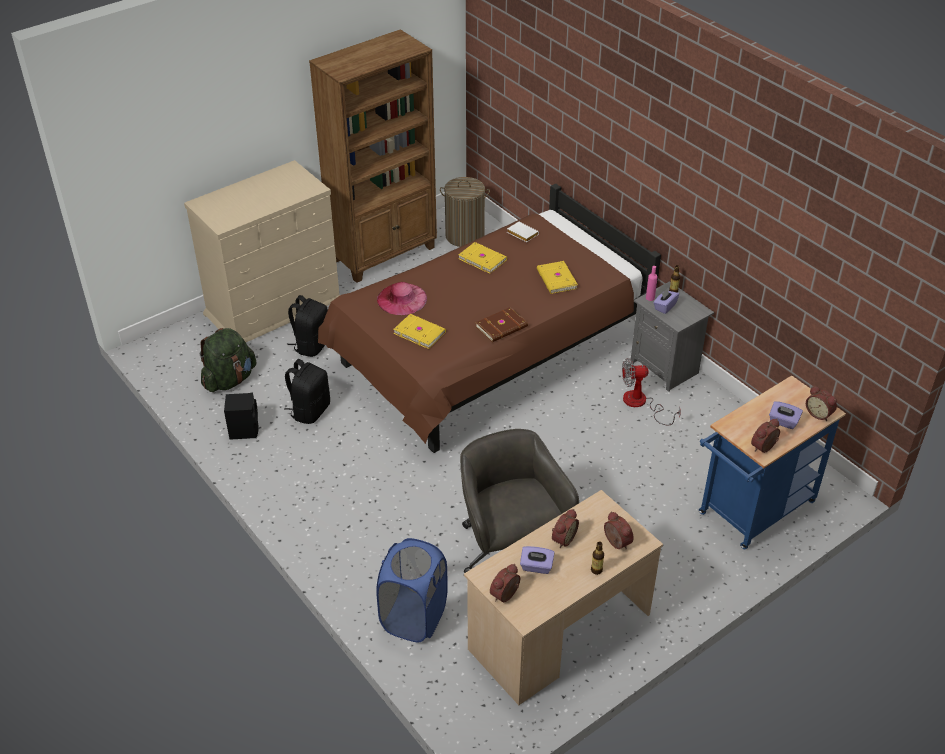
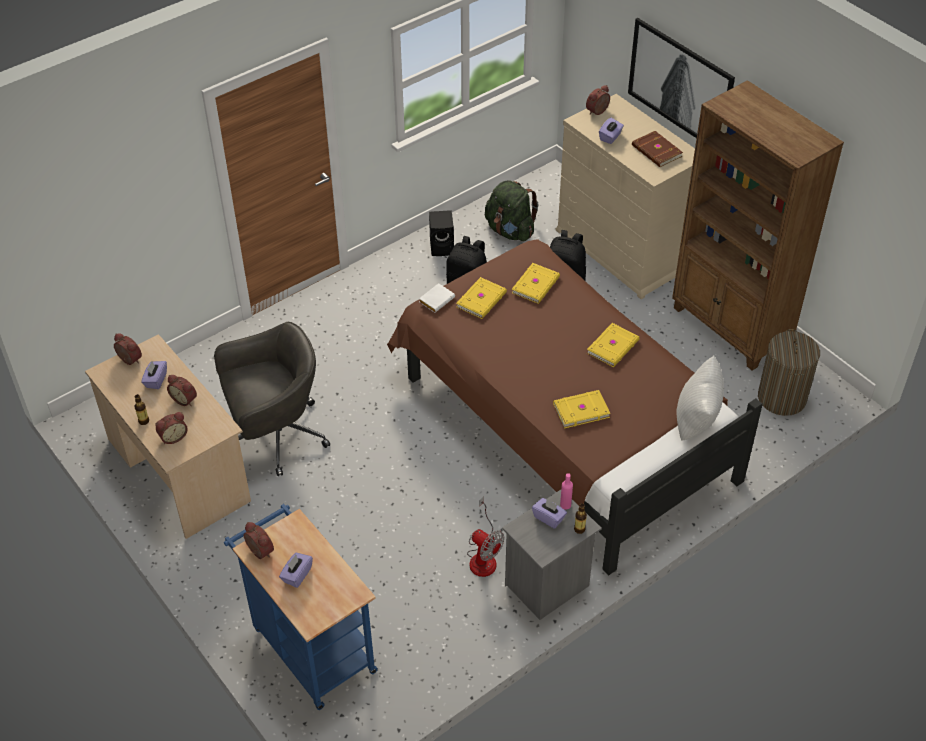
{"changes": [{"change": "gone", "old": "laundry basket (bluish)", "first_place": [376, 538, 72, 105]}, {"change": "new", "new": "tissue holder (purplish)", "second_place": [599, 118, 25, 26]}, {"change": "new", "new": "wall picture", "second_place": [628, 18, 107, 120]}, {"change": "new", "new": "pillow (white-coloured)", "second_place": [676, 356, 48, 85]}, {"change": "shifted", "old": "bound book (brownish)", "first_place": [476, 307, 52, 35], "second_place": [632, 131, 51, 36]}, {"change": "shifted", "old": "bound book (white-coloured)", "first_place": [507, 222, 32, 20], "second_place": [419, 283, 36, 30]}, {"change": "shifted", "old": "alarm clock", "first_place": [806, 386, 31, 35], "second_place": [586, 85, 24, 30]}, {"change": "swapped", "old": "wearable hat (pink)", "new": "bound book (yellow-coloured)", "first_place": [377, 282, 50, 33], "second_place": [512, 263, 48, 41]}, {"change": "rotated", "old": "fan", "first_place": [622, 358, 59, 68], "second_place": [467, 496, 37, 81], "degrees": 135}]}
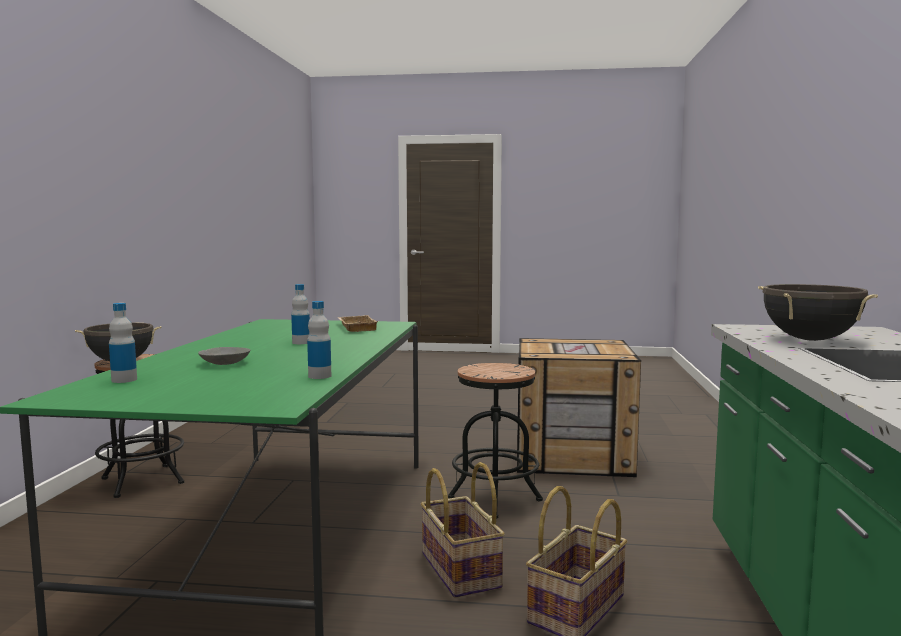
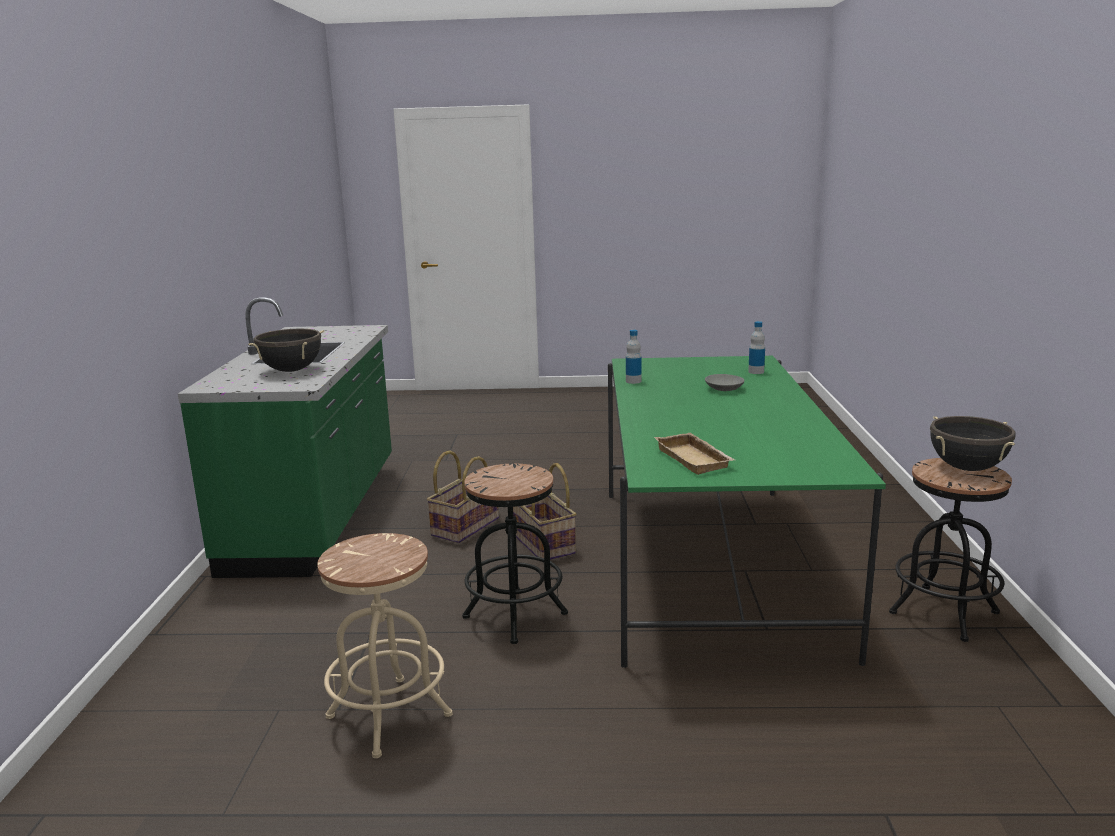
{"changes": [{"change": "gone", "old": "beverage bottle", "first_place": [291, 284, 19, 60]}, {"change": "swapped", "old": "packing crate", "new": "stool (beige-coloured)", "first_place": [517, 338, 124, 139], "second_place": [317, 533, 136, 225]}]}
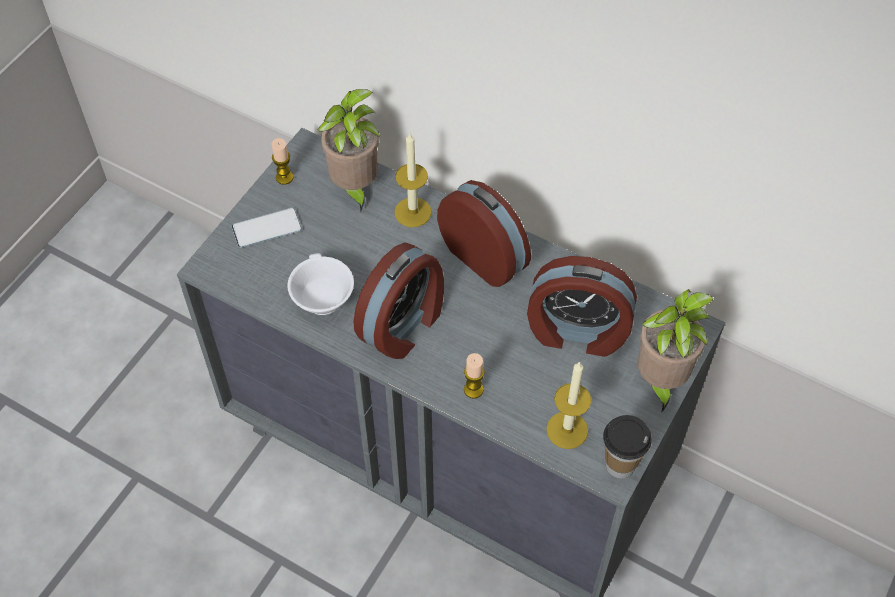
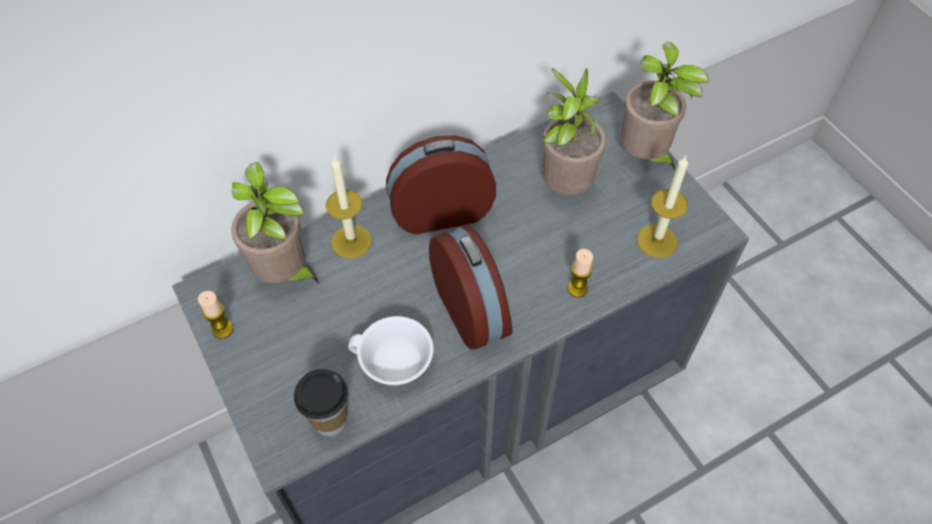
{"changes": [{"change": "gone", "old": "phone", "first_place": [231, 208, 71, 40]}, {"change": "shifted", "old": "cup", "first_place": [603, 415, 49, 63], "second_place": [294, 369, 54, 67]}, {"change": "swapped", "old": "alarm clock", "new": "potted plant", "first_place": [527, 256, 110, 101], "second_place": [542, 67, 64, 128]}]}
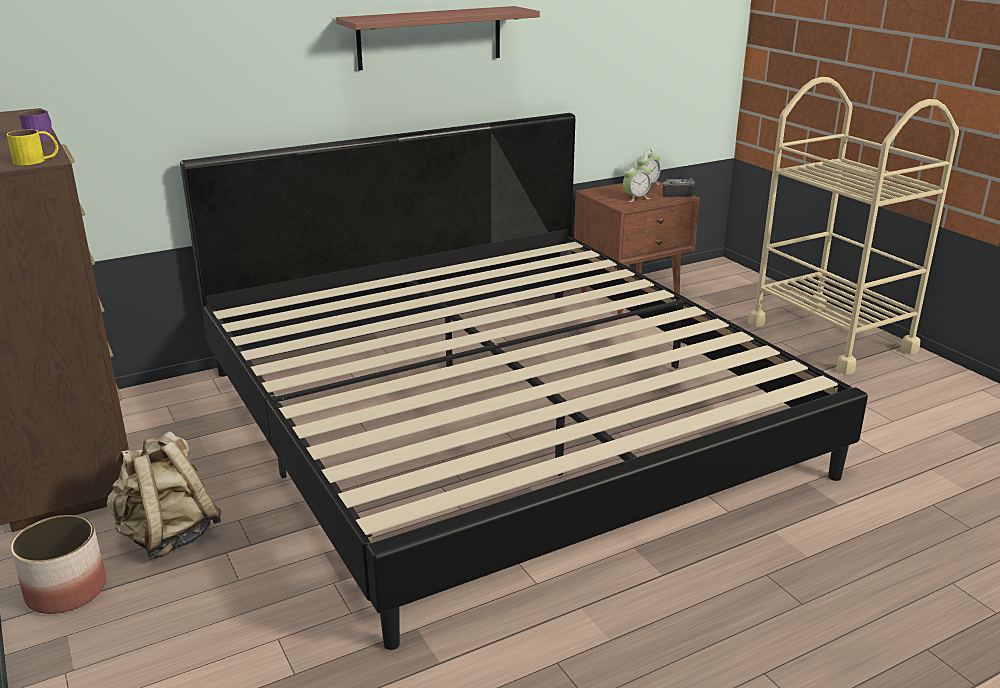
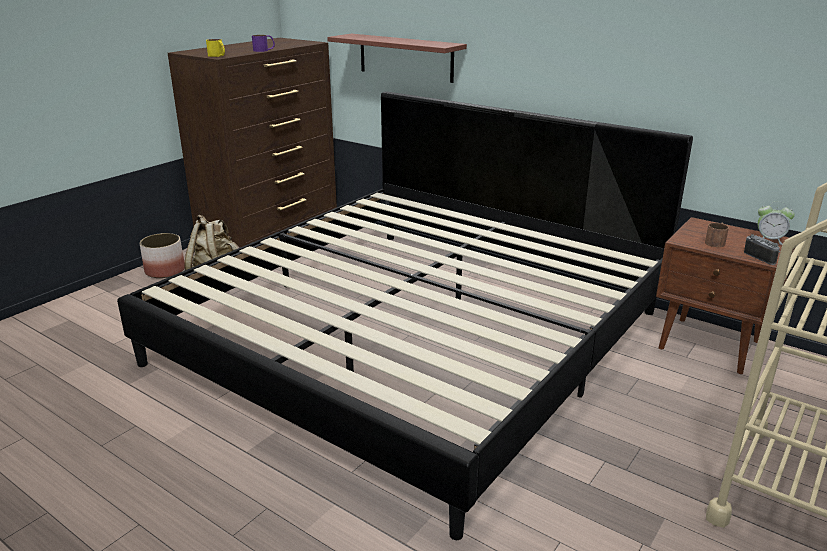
{"changes": [{"change": "shifted", "old": "wall shelf", "first_place": [336, 6, 204, 64], "second_place": [327, 34, 140, 49]}, {"change": "swapped", "old": "alarm clock", "new": "coffee mug (brownish)", "first_place": [623, 161, 28, 41], "second_place": [705, 223, 24, 24]}]}
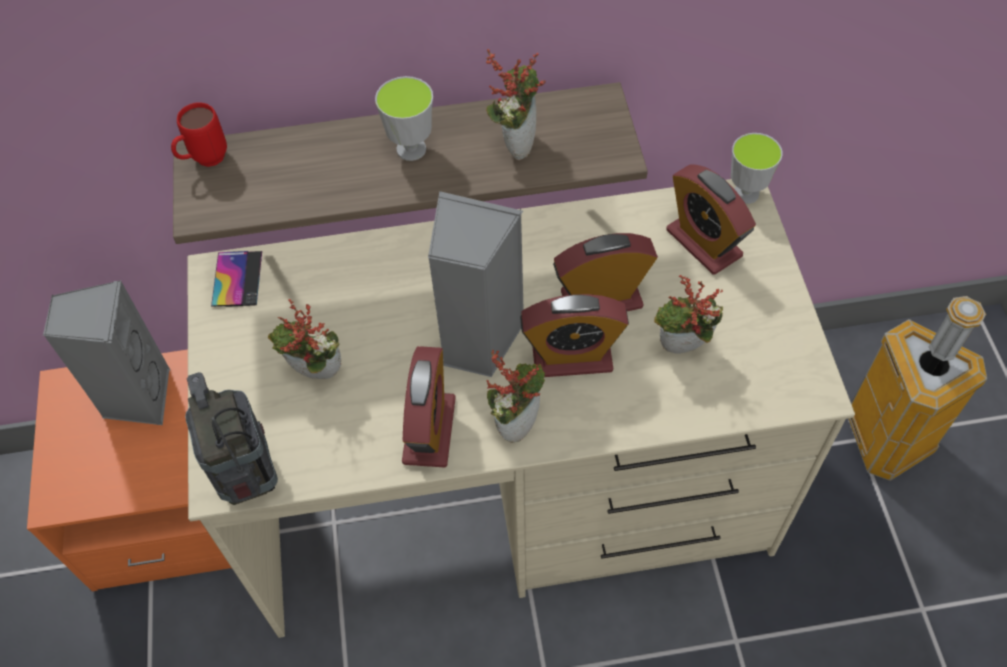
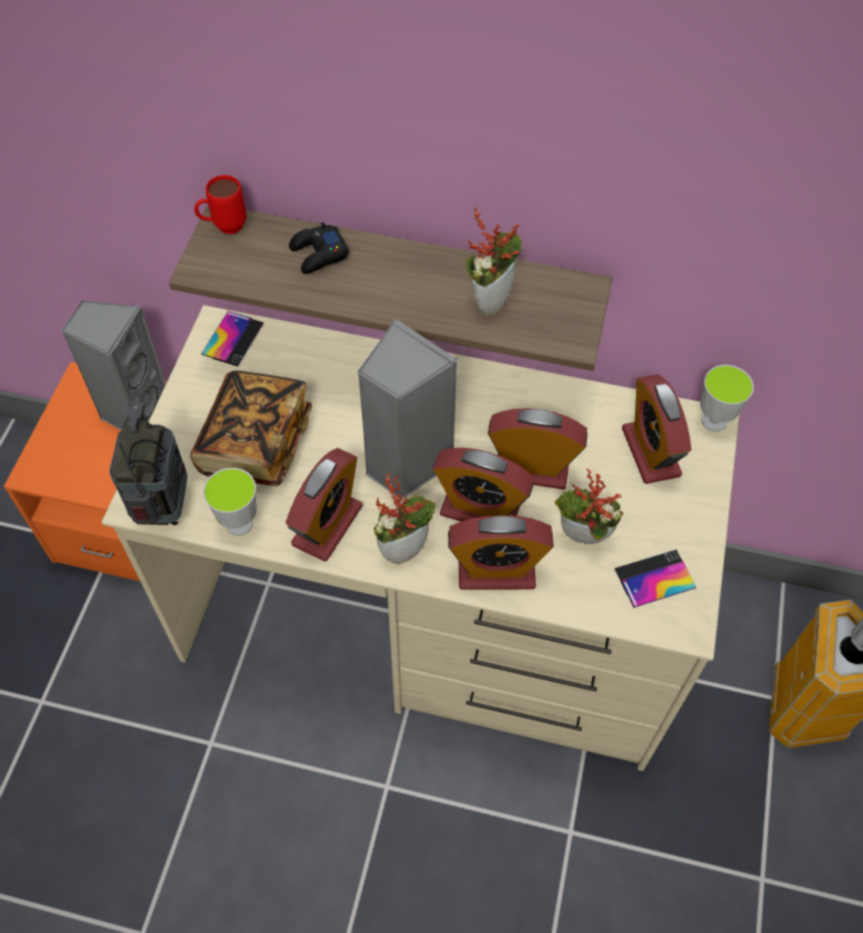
{"changes": [{"change": "new", "new": "gamepad (black)", "second_place": [289, 222, 60, 52]}, {"change": "new", "new": "alarm clock", "second_place": [448, 515, 106, 75]}, {"change": "new", "new": "phone", "second_place": [615, 550, 81, 58]}, {"change": "shifted", "old": "cup", "first_place": [375, 76, 58, 85], "second_place": [203, 468, 54, 68]}, {"change": "swapped", "old": "potted plant", "new": "bound book", "first_place": [268, 299, 73, 80], "second_place": [190, 370, 122, 116]}]}
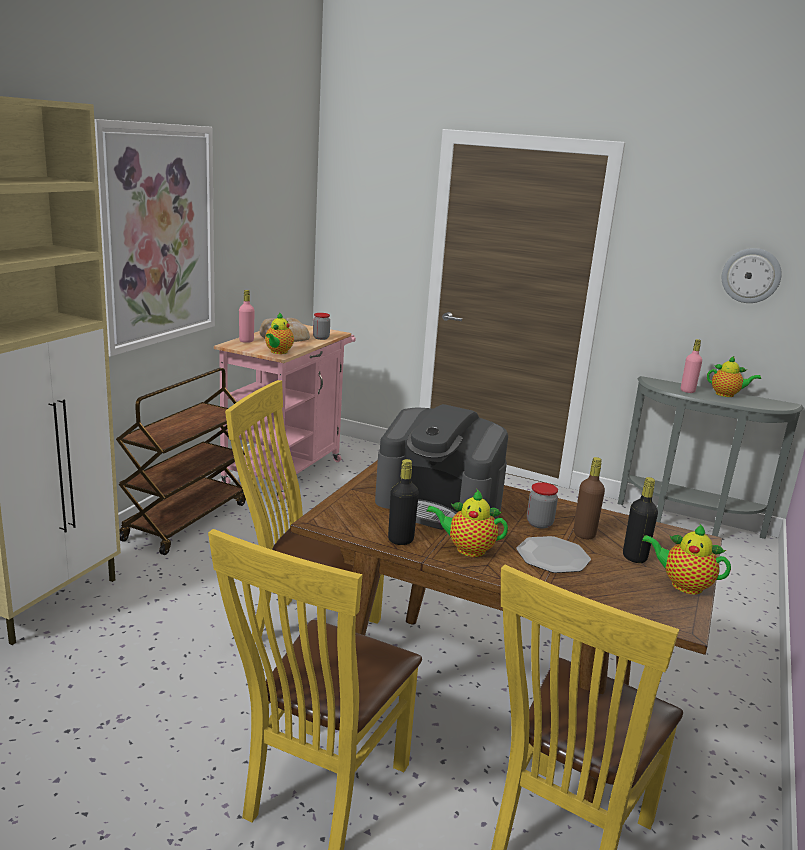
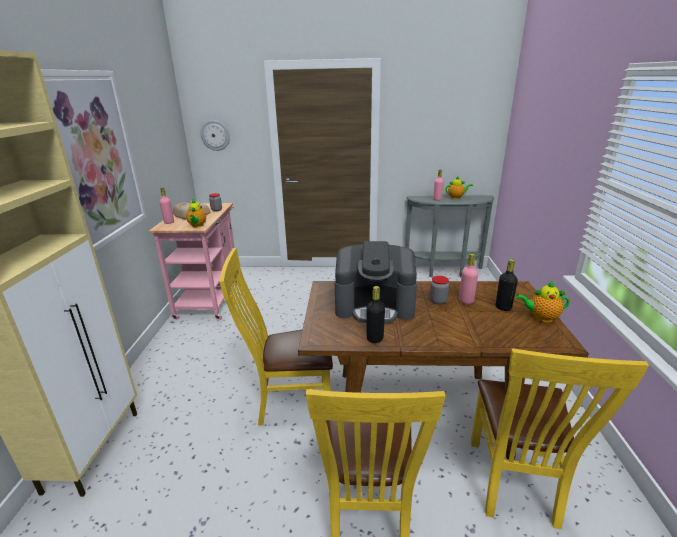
{"changes": [{"change": "gone", "old": "wheeled cart (brownish)", "first_place": [116, 368, 130, 187]}, {"change": "gone", "old": "tea pot", "first_place": [426, 490, 82, 67]}, {"change": "gone", "old": "plate", "first_place": [516, 536, 75, 37]}, {"change": "shifted", "old": "clock on the wall", "first_place": [722, 248, 60, 55], "second_place": [200, 120, 30, 31]}, {"change": "repainted", "old": "beverage bottle (brownish)", "new": "beverage bottle (pink)", "first_place": [574, 457, 31, 82], "second_place": [459, 254, 19, 50]}]}
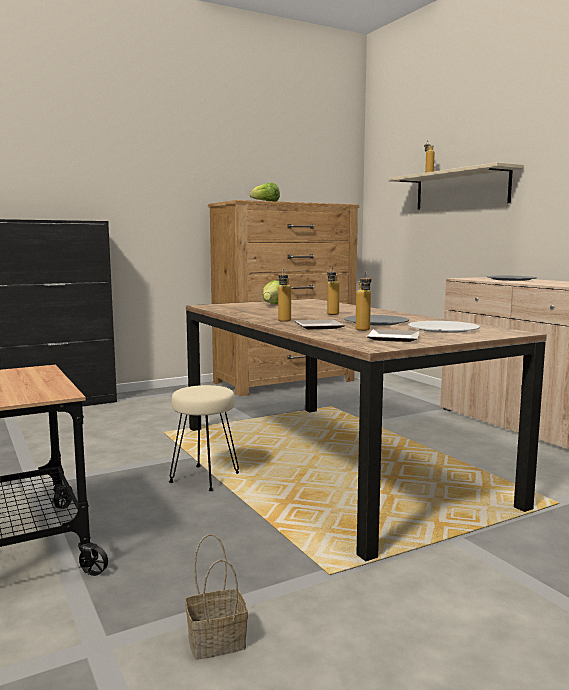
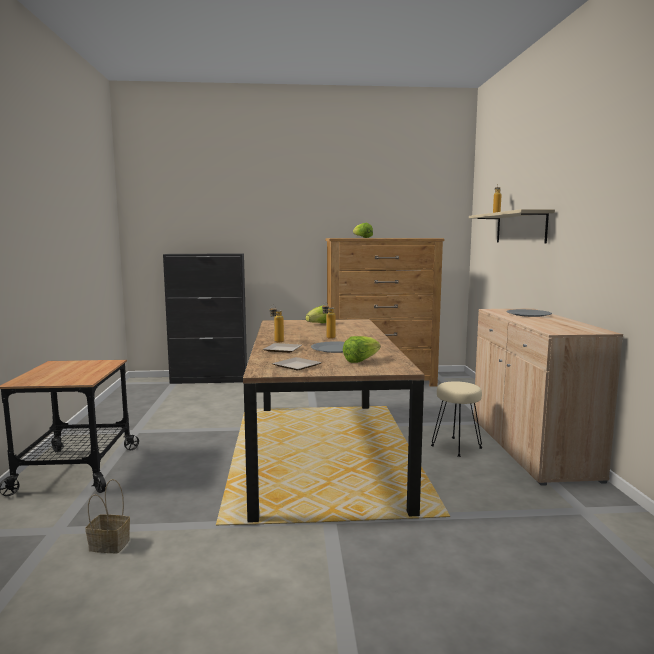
{"changes": [{"change": "gone", "old": "beverage bottle", "first_place": [356, 272, 15, 59]}, {"change": "shifted", "old": "stool (beige-coloured)", "first_place": [169, 385, 70, 106], "second_place": [431, 381, 51, 76]}, {"change": "swapped", "old": "plate (white-coloured)", "new": "head of lettuce", "first_place": [408, 321, 72, 12], "second_place": [343, 336, 38, 27]}]}
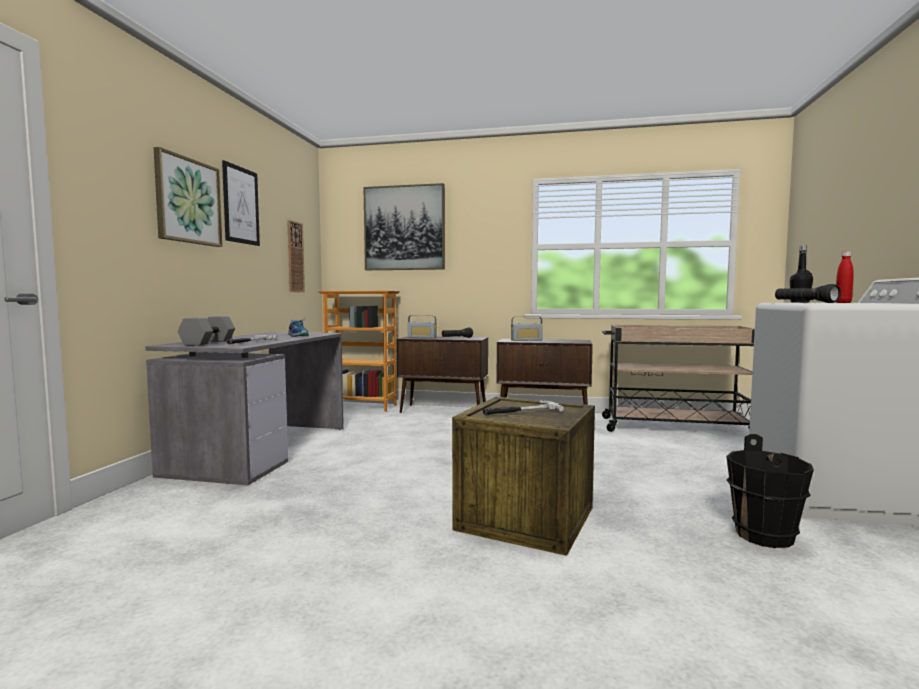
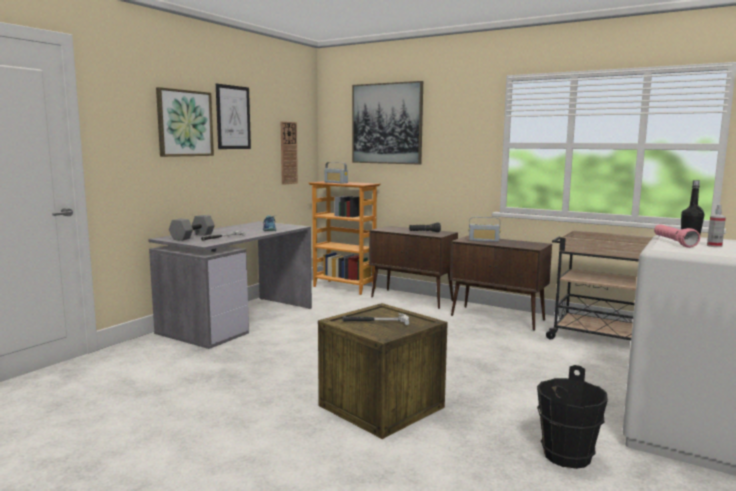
{"changes": [{"change": "shifted", "old": "radio receiver", "first_place": [408, 315, 29, 23], "second_place": [324, 162, 24, 21]}, {"change": "swapped", "old": "beverage bottle (reddish)", "new": "spray bottle", "first_place": [836, 251, 18, 52], "second_place": [707, 204, 19, 43]}, {"change": "repainted", "old": "torch (black)", "new": "torch (pink)", "first_place": [775, 284, 66, 19], "second_place": [654, 224, 46, 24]}]}
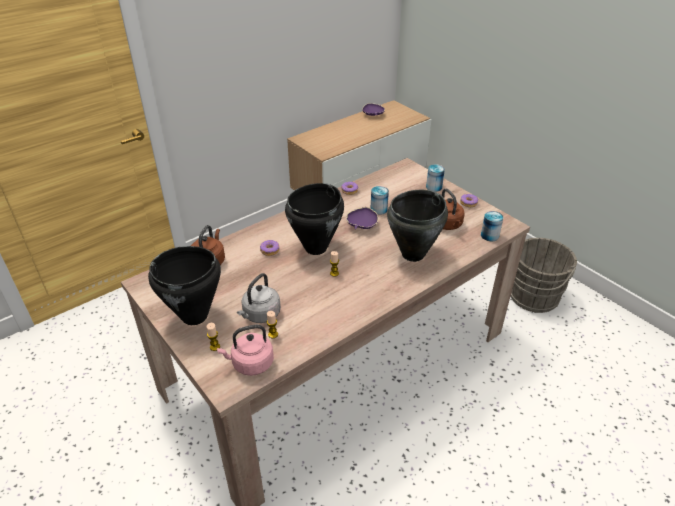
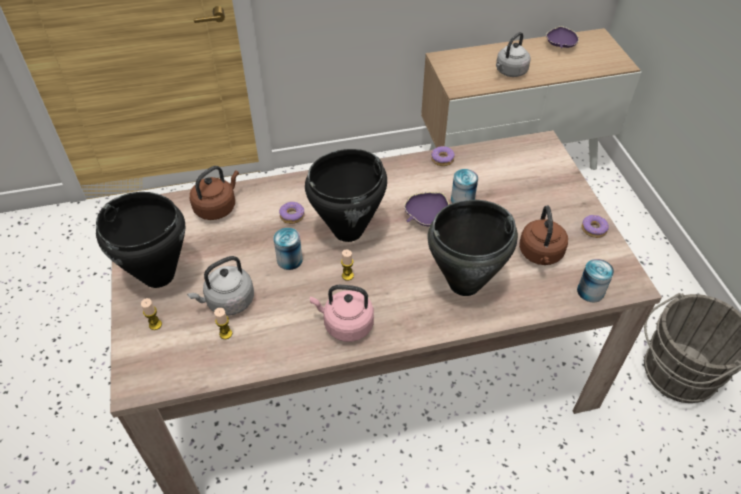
{"changes": [{"change": "new", "new": "water kettle (grey)", "second_place": [496, 32, 35, 45]}, {"change": "shifted", "old": "water kettle (pink)", "first_place": [217, 325, 57, 51], "second_place": [310, 285, 64, 57]}, {"change": "shifted", "old": "sealed can", "first_place": [426, 164, 19, 28], "second_place": [273, 228, 30, 42]}]}
